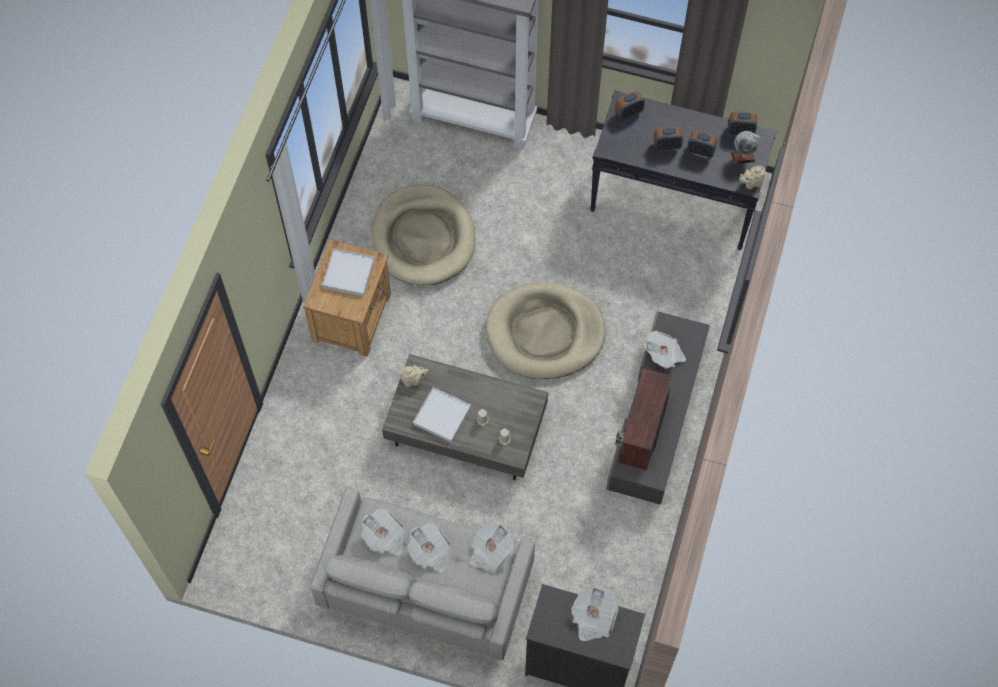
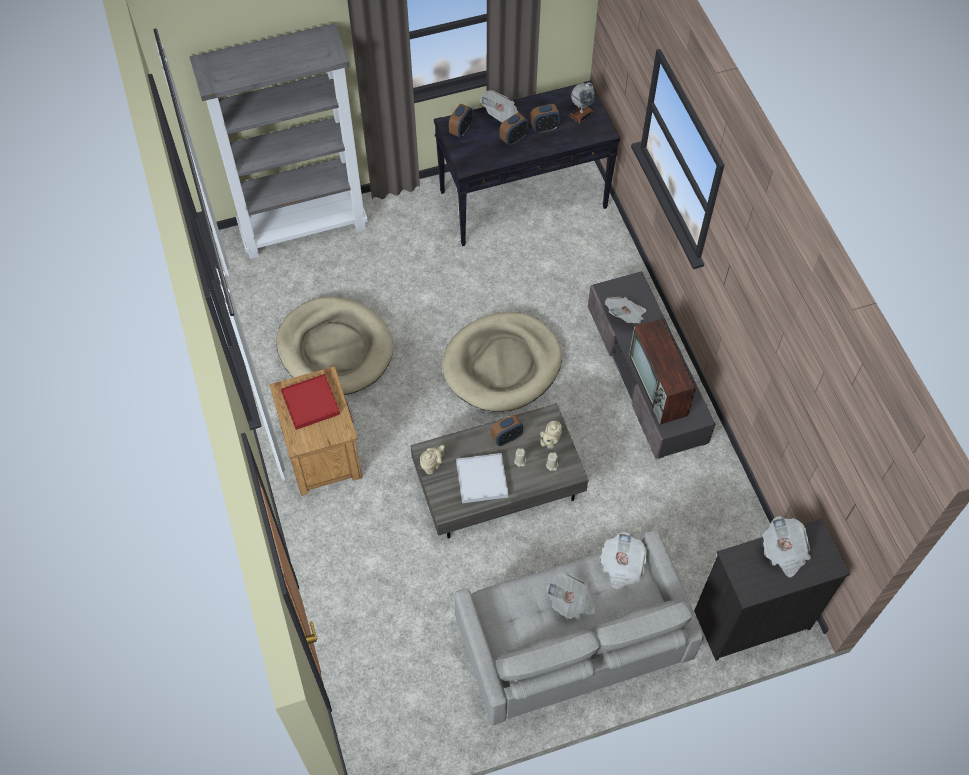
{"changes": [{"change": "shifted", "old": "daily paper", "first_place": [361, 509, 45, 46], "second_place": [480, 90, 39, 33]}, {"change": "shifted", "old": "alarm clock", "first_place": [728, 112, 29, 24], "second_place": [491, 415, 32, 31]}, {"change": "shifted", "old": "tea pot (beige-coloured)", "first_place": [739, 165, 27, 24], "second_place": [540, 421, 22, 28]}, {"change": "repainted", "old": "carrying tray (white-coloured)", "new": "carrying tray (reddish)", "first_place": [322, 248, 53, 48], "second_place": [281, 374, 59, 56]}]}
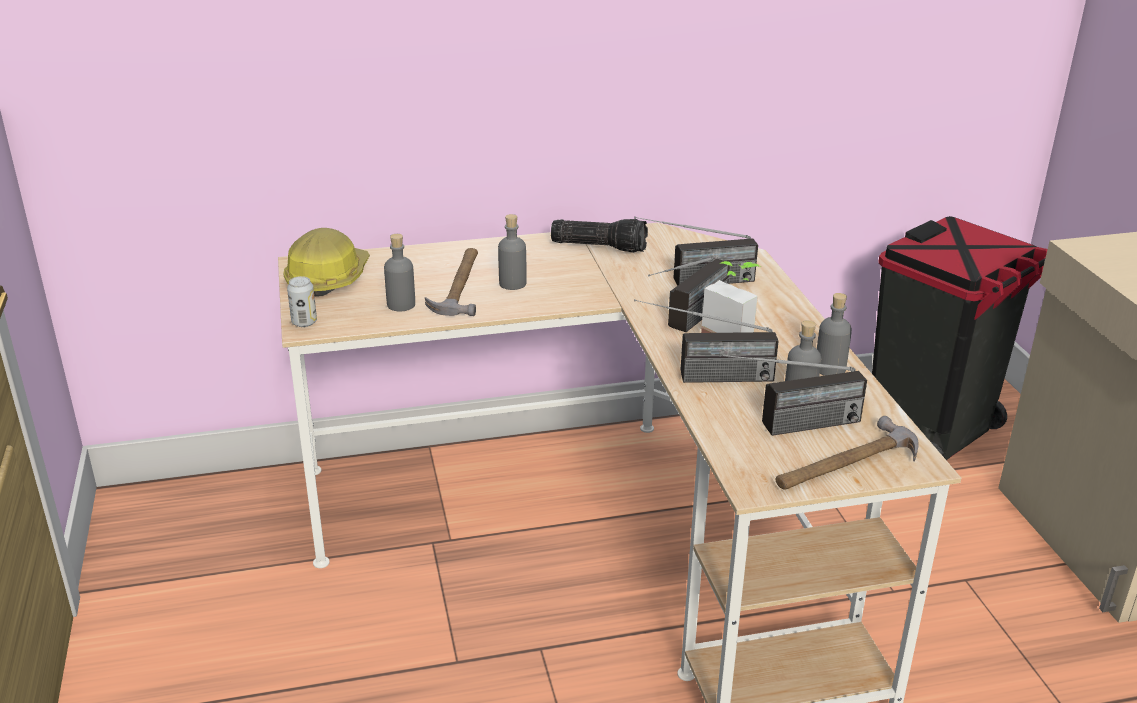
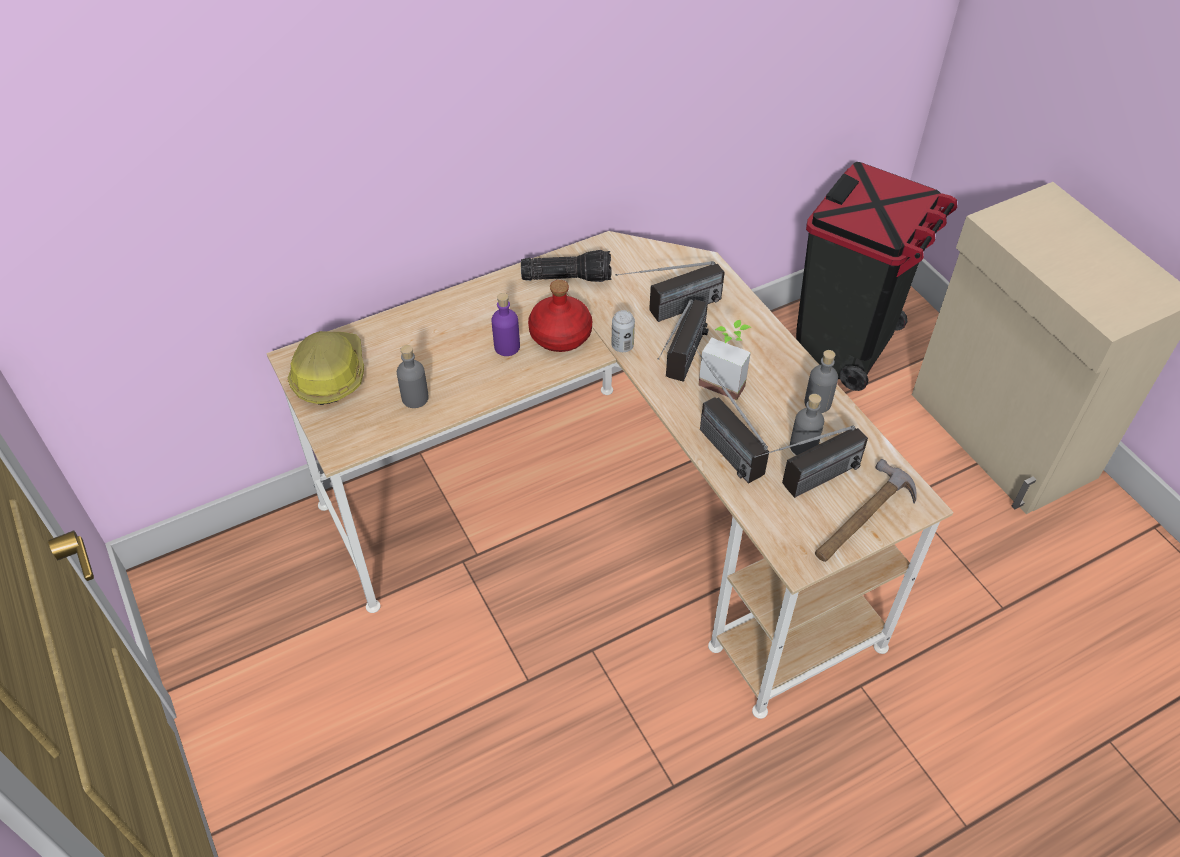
{"changes": [{"change": "gone", "old": "hammer", "first_place": [425, 248, 53, 68]}, {"change": "new", "new": "beverage bottle (reddish)", "second_place": [528, 280, 64, 72]}, {"change": "shifted", "old": "sealed can", "first_place": [287, 276, 30, 51], "second_place": [612, 310, 23, 42]}, {"change": "repainted", "old": "beverage bottle (grey)", "new": "beverage bottle (purplish)", "first_place": [498, 214, 29, 76], "second_place": [492, 293, 28, 63]}, {"change": "rotated", "old": "radio receiver", "first_place": [634, 299, 145, 84], "second_place": [693, 345, 76, 139], "degrees": 75}]}
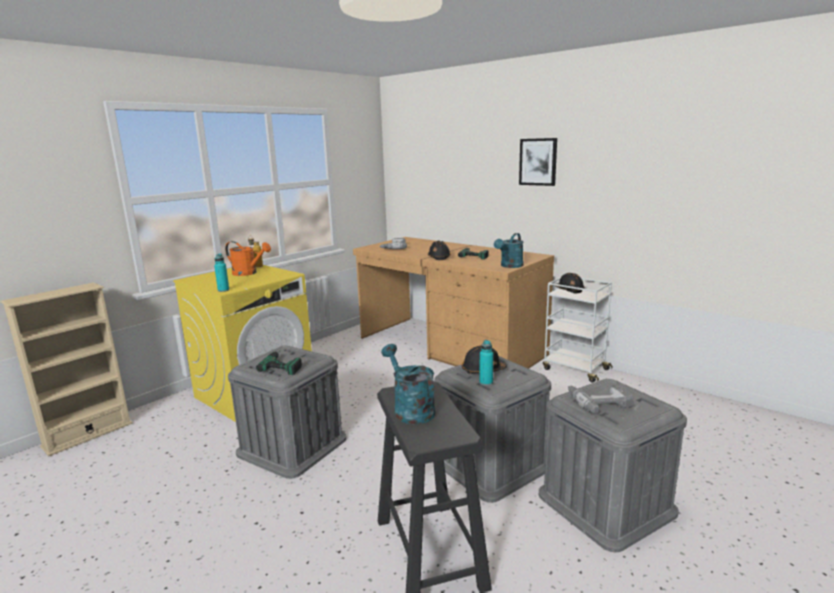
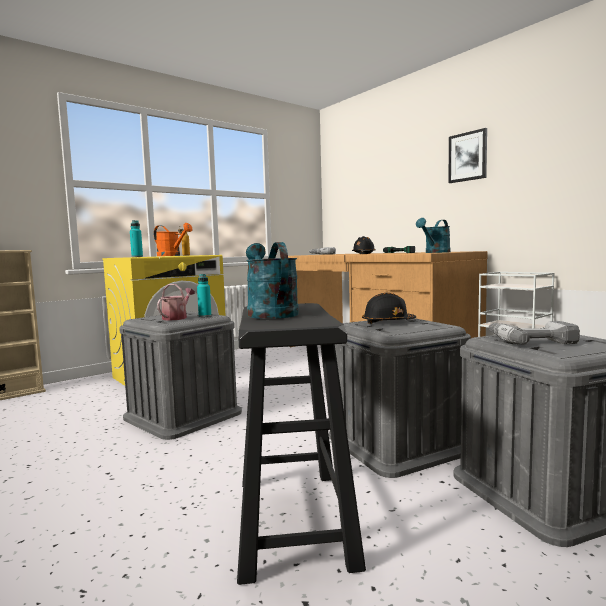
{"changes": [{"change": "gone", "old": "hard hat (black)", "first_place": [556, 273, 29, 20]}, {"change": "shifted", "old": "beverage bottle (blue-green)", "first_place": [479, 340, 14, 46], "second_place": [197, 274, 14, 43]}, {"change": "swapped", "old": "drill", "new": "sprinkling can", "first_place": [256, 350, 46, 25], "second_place": [157, 284, 38, 37]}]}
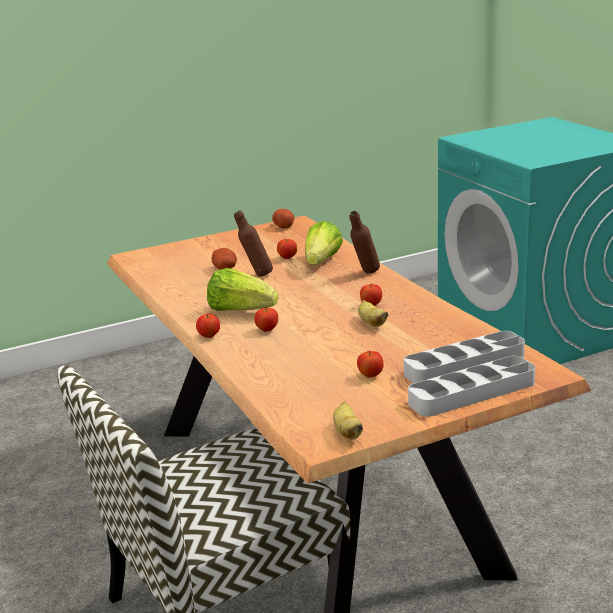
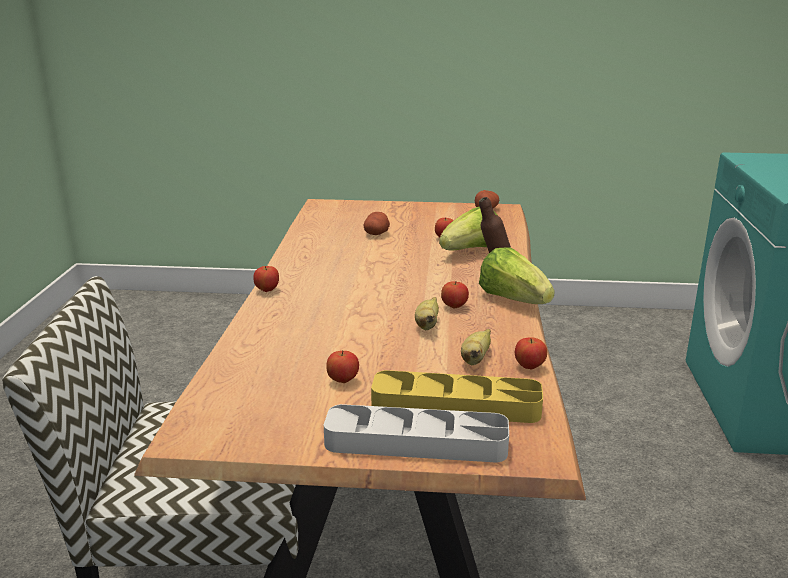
{"changes": [{"change": "gone", "old": "beverage bottle (brownish)", "first_place": [234, 210, 39, 67]}, {"change": "shifted", "old": "head of lettuce", "first_place": [207, 268, 71, 43], "second_place": [479, 248, 76, 56]}, {"change": "shifted", "old": "apple", "first_place": [255, 308, 23, 24], "second_place": [515, 337, 32, 32]}, {"change": "shifted", "old": "whole banana", "first_place": [333, 401, 30, 39], "second_place": [461, 329, 30, 36]}, {"change": "repainted", "old": "carrying tray (grey)", "new": "carrying tray (yellow-coloured)", "first_place": [404, 331, 121, 52], "second_place": [371, 370, 172, 53]}]}
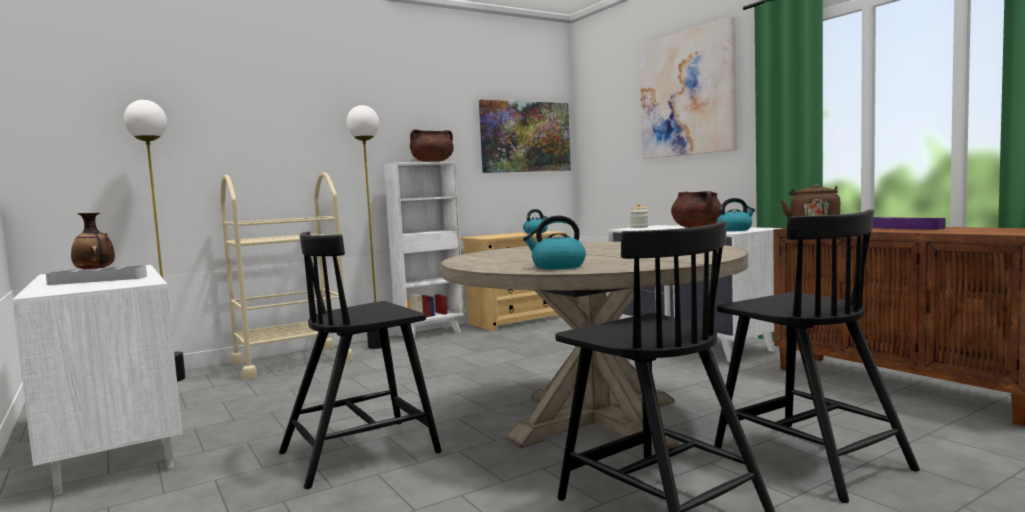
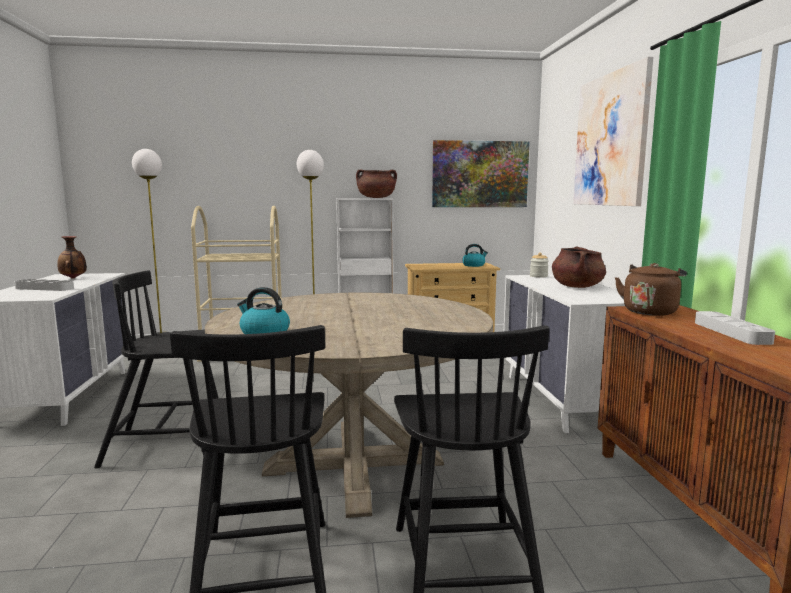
{"changes": [{"change": "gone", "old": "water kettle", "first_place": [717, 198, 38, 33]}, {"change": "repainted", "old": "carrying tray (purplish)", "new": "carrying tray (grey)", "first_place": [873, 217, 73, 13], "second_place": [695, 311, 80, 34]}]}
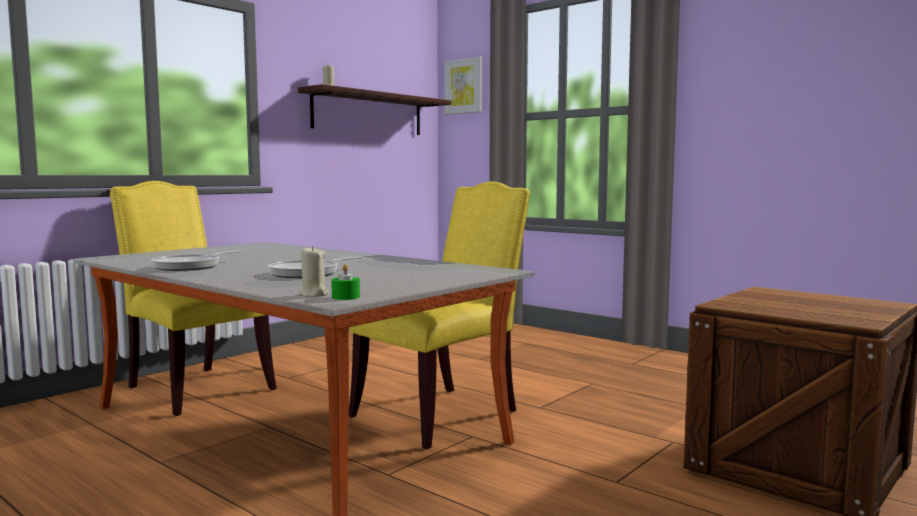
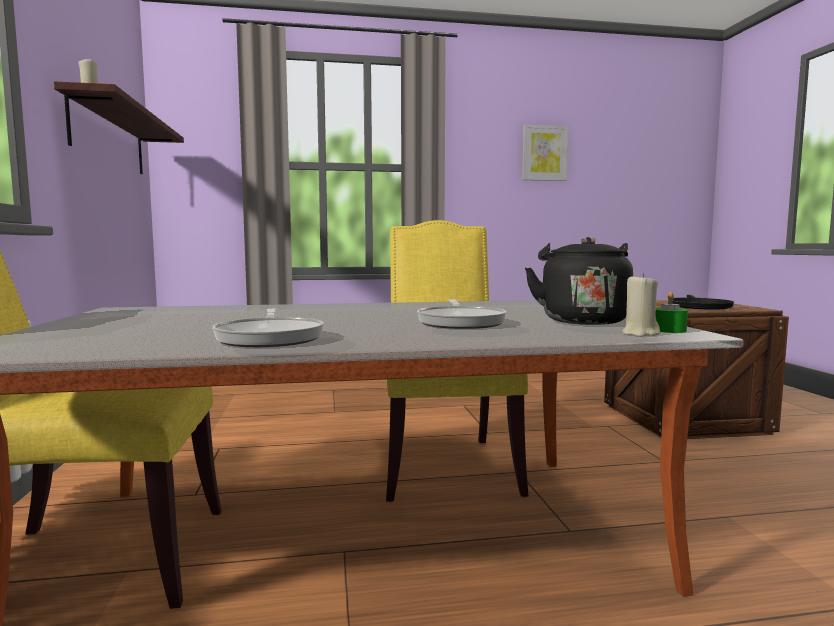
{"changes": [{"change": "new", "new": "water kettle (black)", "second_place": [525, 237, 108, 88]}, {"change": "new", "new": "pan (black)", "second_place": [673, 295, 61, 15]}, {"change": "shifted", "old": "wall picture", "first_place": [445, 56, 37, 58], "second_place": [522, 125, 47, 56]}]}
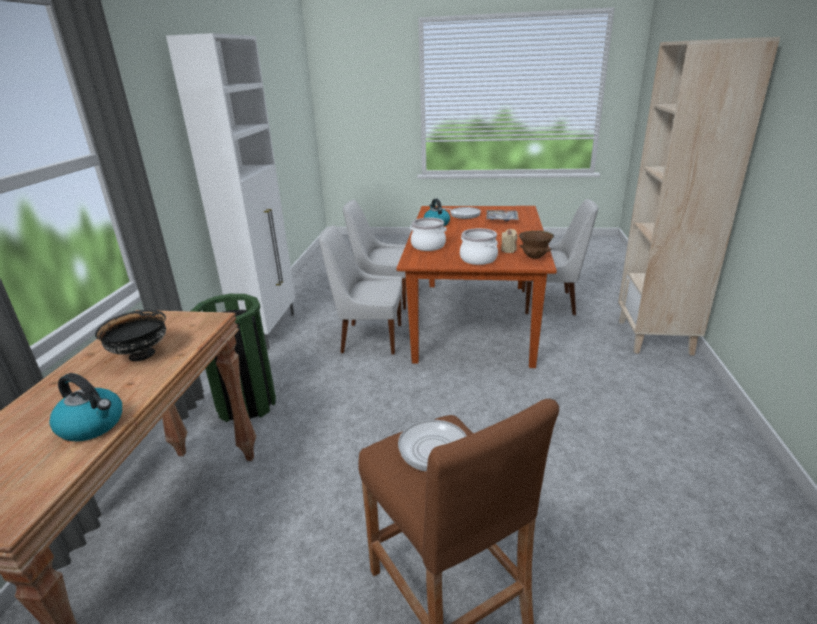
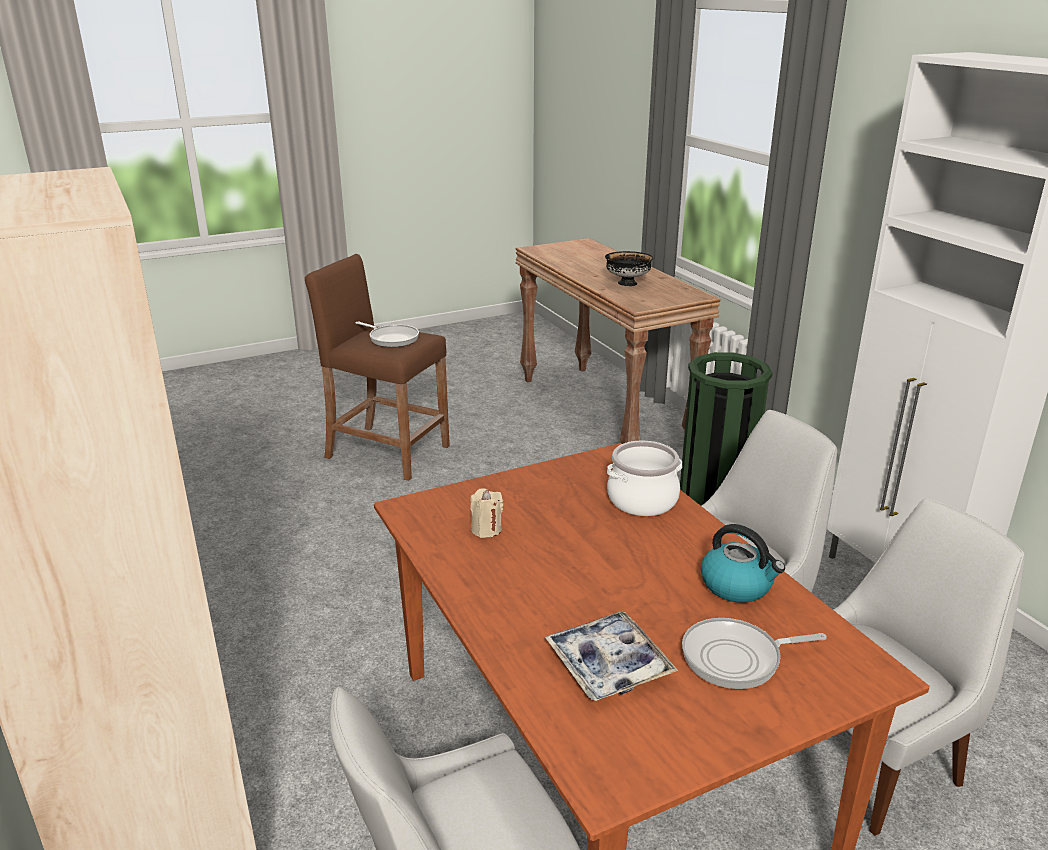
{"changes": [{"change": "gone", "old": "water kettle", "first_place": [49, 373, 73, 68]}, {"change": "gone", "old": "stockpot", "first_place": [460, 228, 38, 37]}, {"change": "gone", "old": "deep dish (brownish)", "first_place": [519, 231, 35, 28]}]}
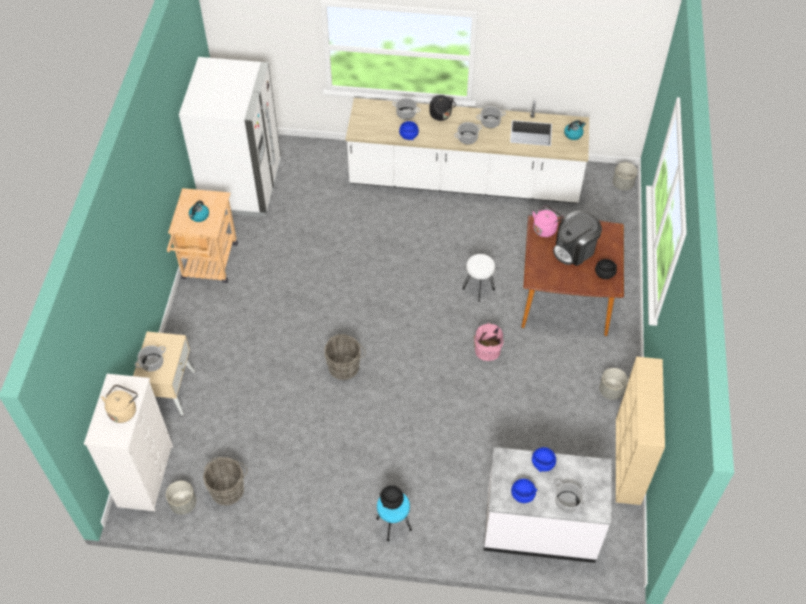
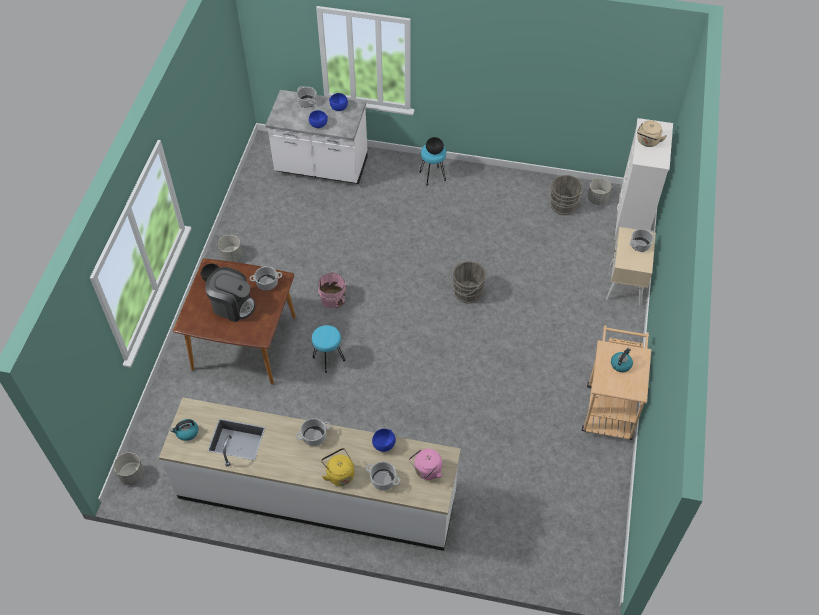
{"changes": [{"change": "gone", "old": "kitchen fridge (white-coloured)", "first_place": [179, 57, 102, 160]}, {"change": "gone", "old": "shelving unit (beige-coloured)", "first_place": [616, 357, 49, 148]}, {"change": "shifted", "old": "stockpot", "first_place": [476, 106, 30, 22], "second_place": [250, 266, 32, 25]}, {"change": "shifted", "old": "water kettle (pink)", "first_place": [533, 205, 30, 32], "second_place": [409, 449, 33, 31]}, {"change": "repainted", "old": "water kettle (black)", "new": "water kettle (yellow-coloured)", "first_place": [429, 95, 27, 26], "second_place": [321, 448, 34, 38]}, {"change": "repainted", "old": "stool (white-coloured)", "new": "stool (blue-green)", "first_place": [462, 254, 33, 48], "second_place": [312, 325, 33, 48]}, {"change": "rotated", "old": "coffee brewer", "first_place": [553, 210, 49, 56], "second_place": [205, 267, 50, 55], "degrees": 45}]}
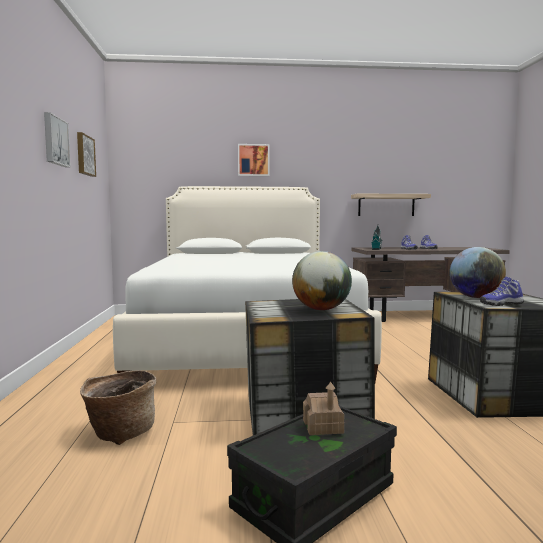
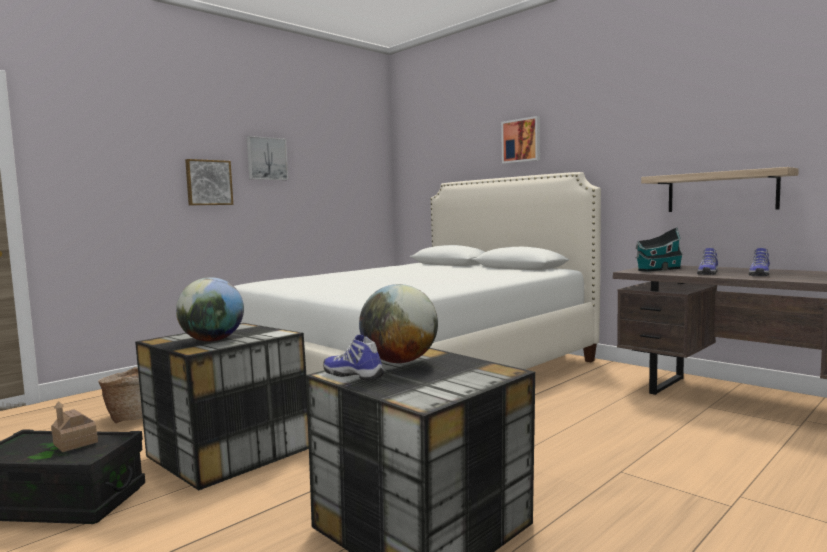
{"changes": [{"change": "shifted", "old": "wall picture", "first_place": [77, 132, 19, 45], "second_place": [185, 159, 48, 46]}]}
